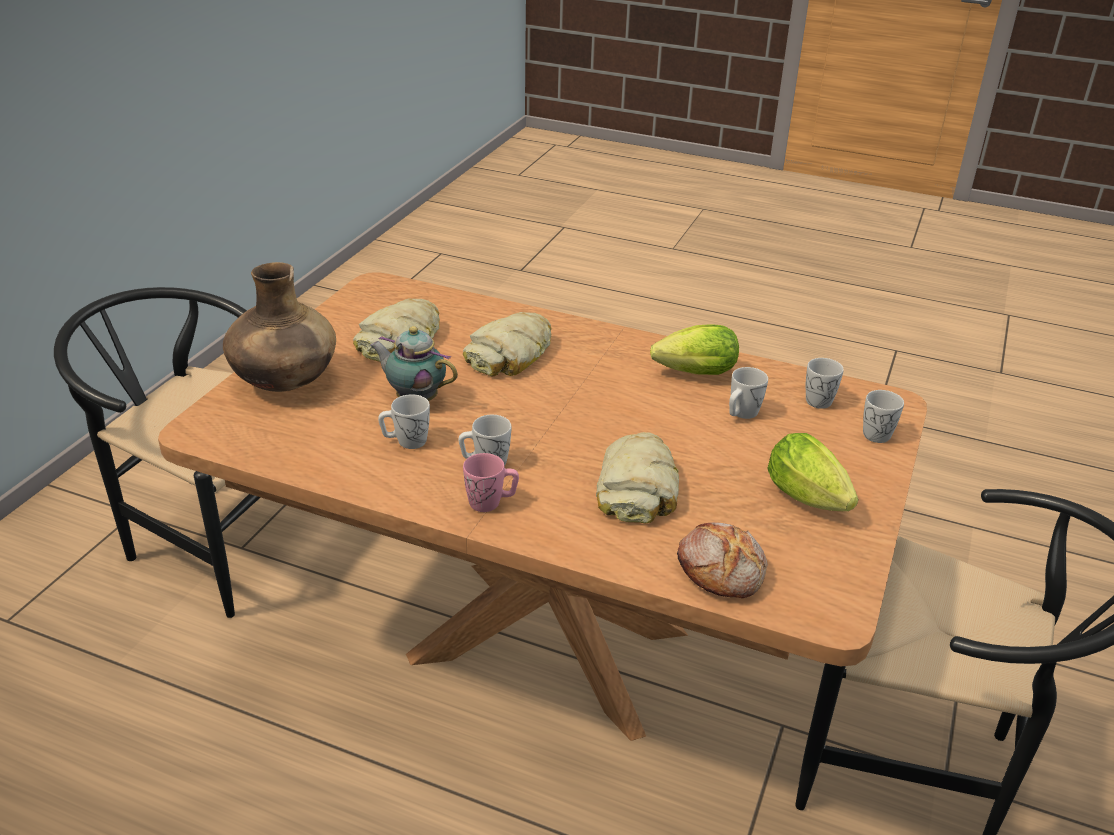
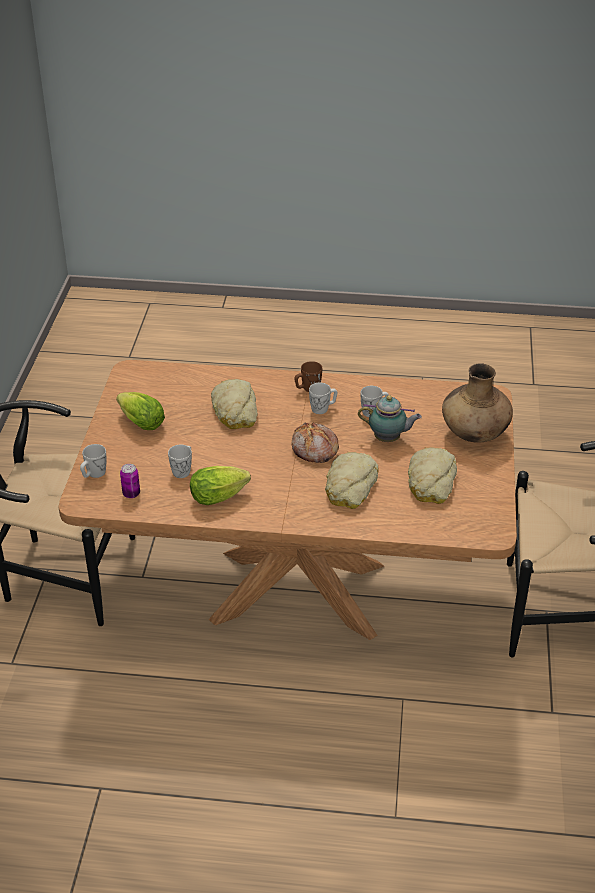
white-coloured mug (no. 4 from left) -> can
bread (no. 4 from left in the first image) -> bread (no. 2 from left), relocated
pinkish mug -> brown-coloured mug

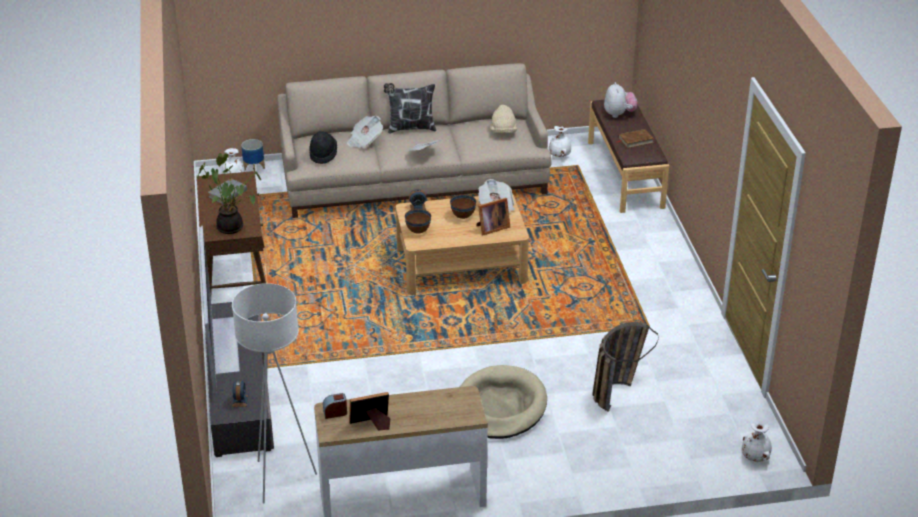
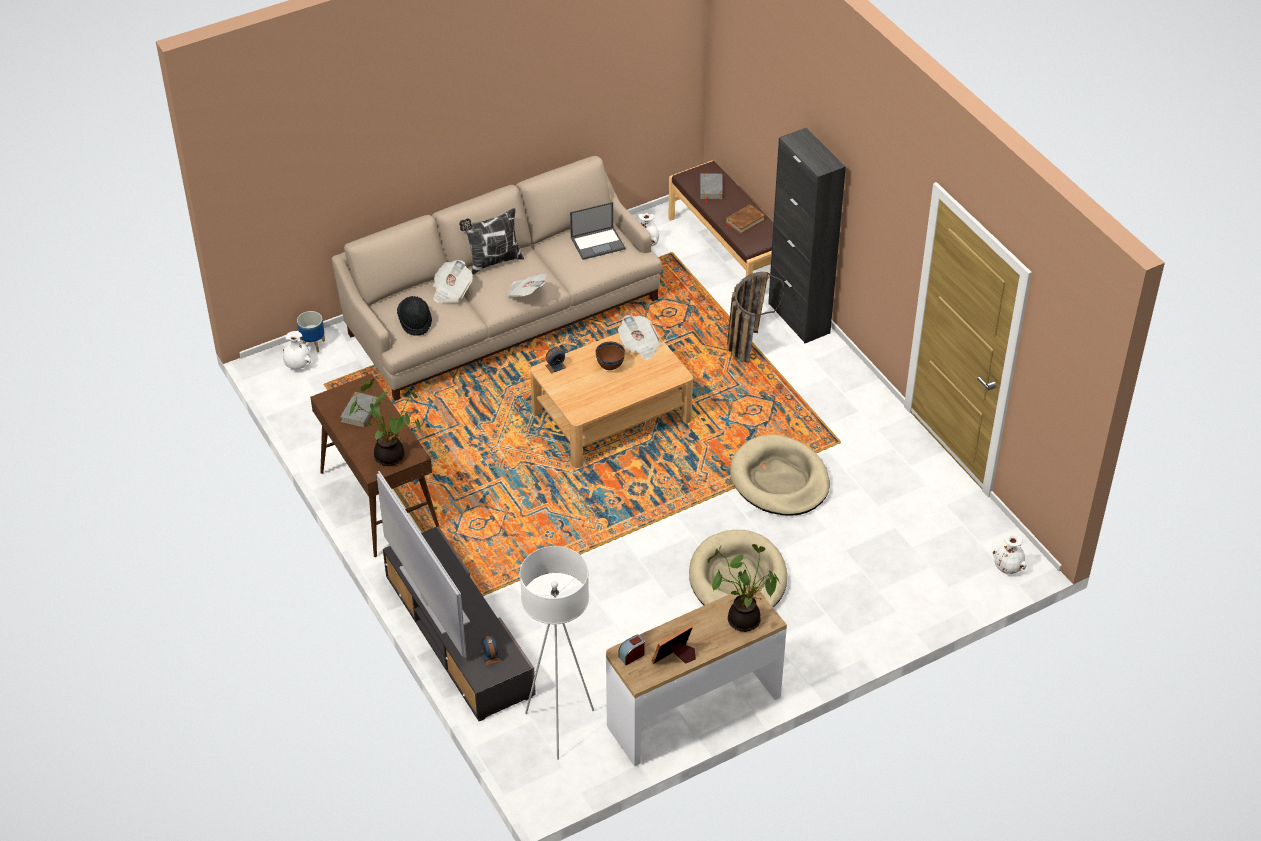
sand-coloured clothing hat -> laptop
plush toy -> greyish volume (no. 2 from left)
none -> houseplant (no. 2 from left)
storage basket, relocated
none -> sand-coloured dog cushion (no. 2 from left)
none -> black-coloured storage cabinet
brown-coloured serving bowl (no. 1 from left) -> none
picture frame (no. 2 from left) -> none

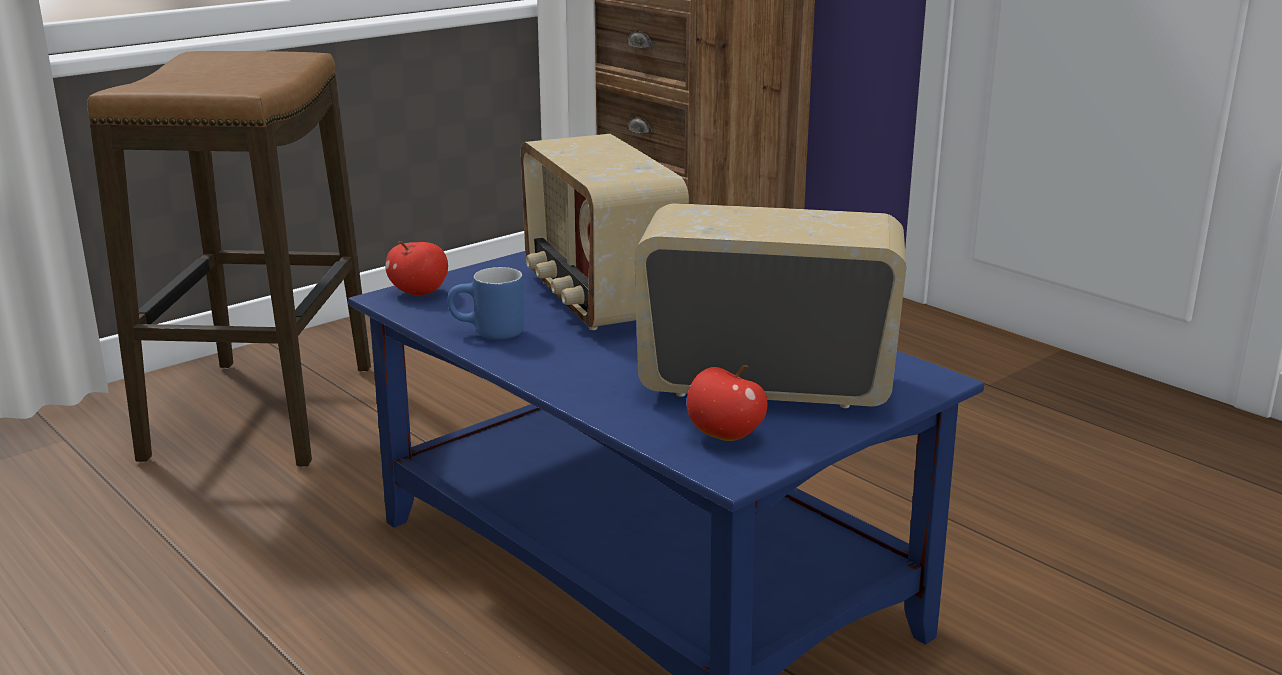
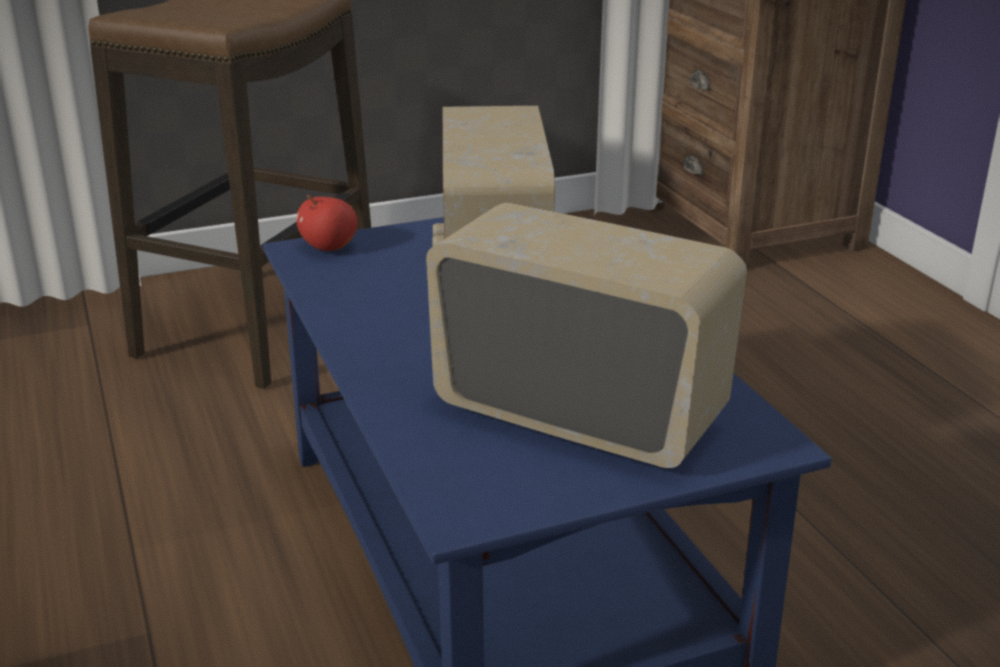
blue mug -> none
apple fruit (no. 2 from left) -> none

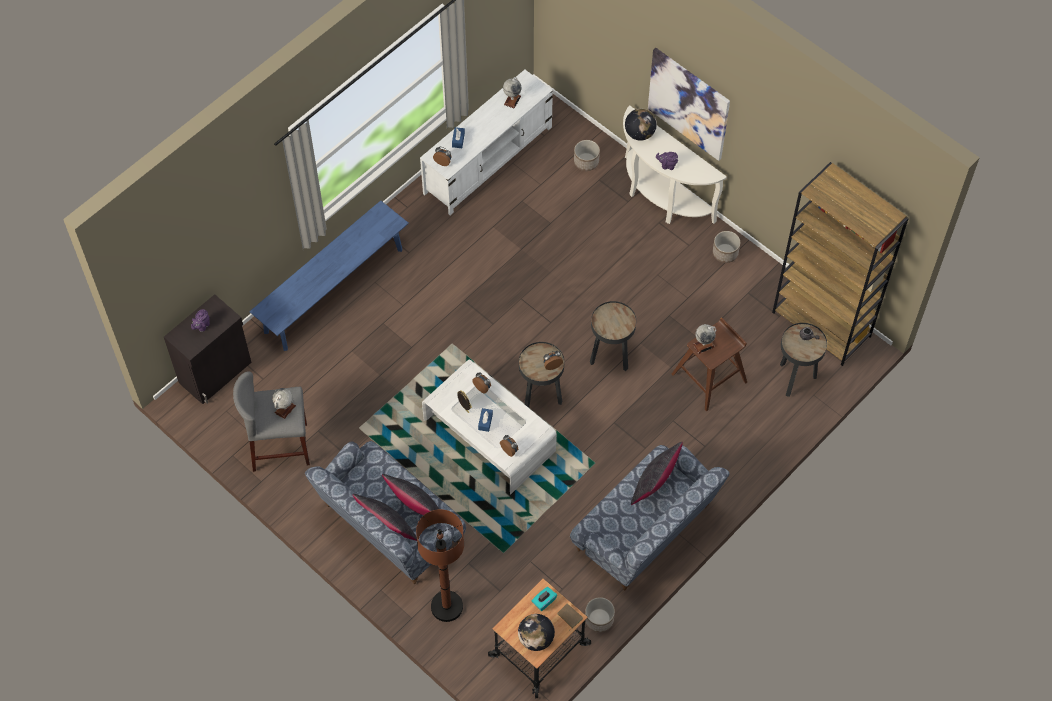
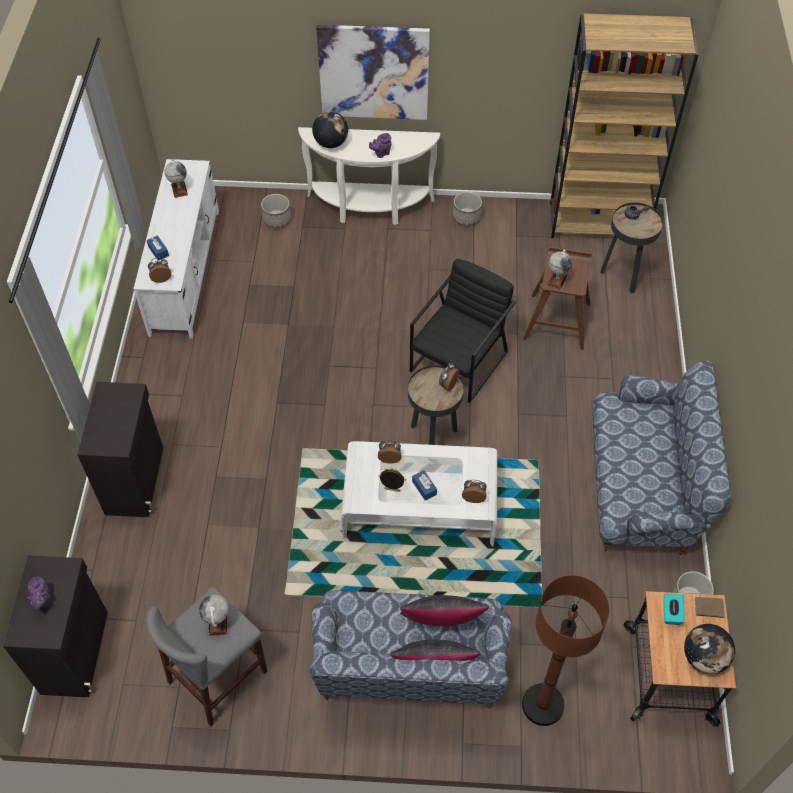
blue long seat -> black-coloured storage cabinet (no. 2 from left)
black-coloured accent table (no. 2 from left) -> black-coloured armchair
black-coloured throw pillow (no. 3 from left) -> none

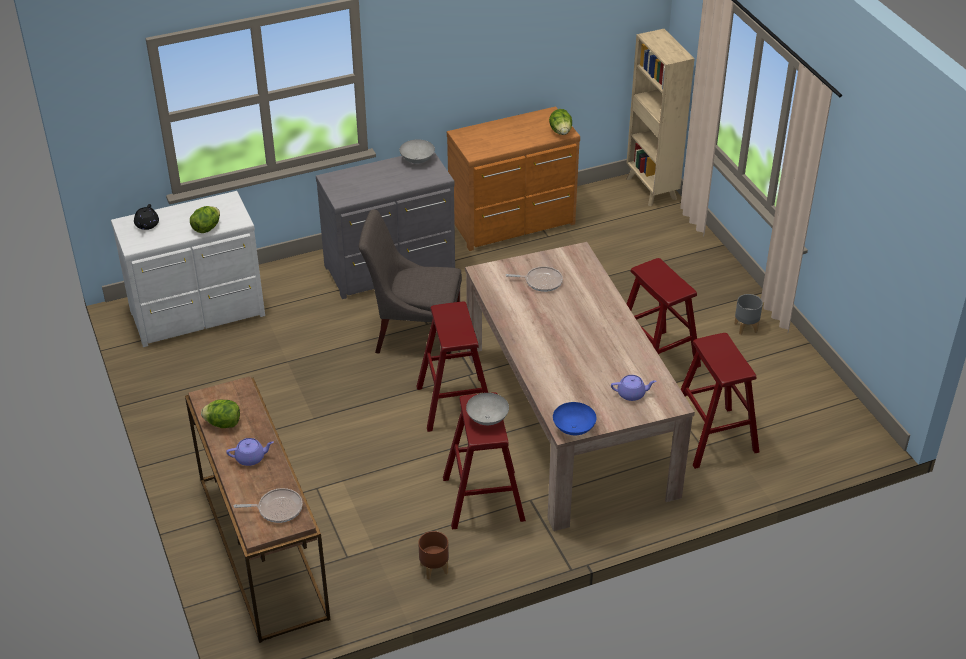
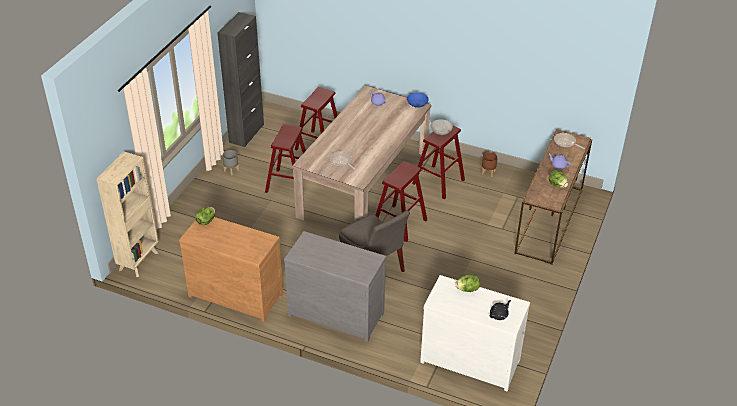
none -> black-coloured storage cabinet
greyish serving bowl (no. 1 from left) -> none

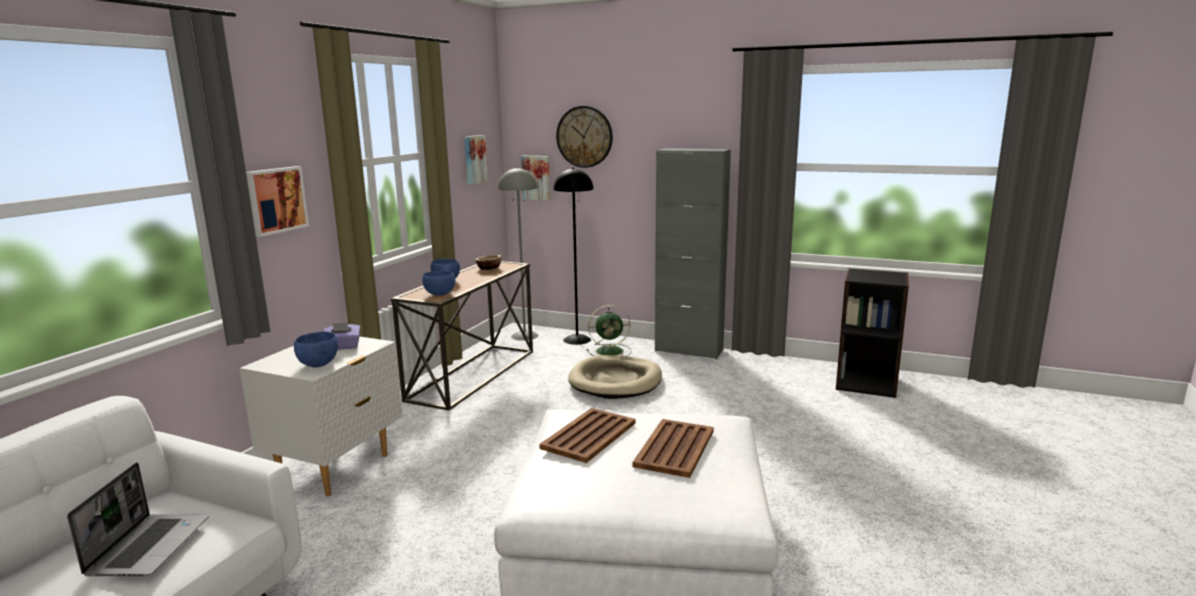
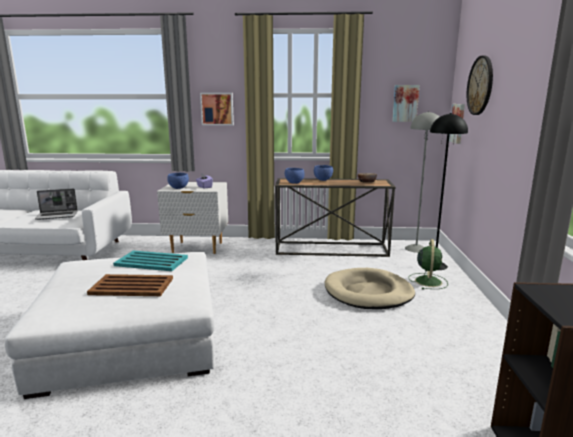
brown-coloured serving tray (no. 1 from left) -> blue-green serving tray
green cooling fan, 135 degrees counterclockwise
greyish storage cabinet -> none

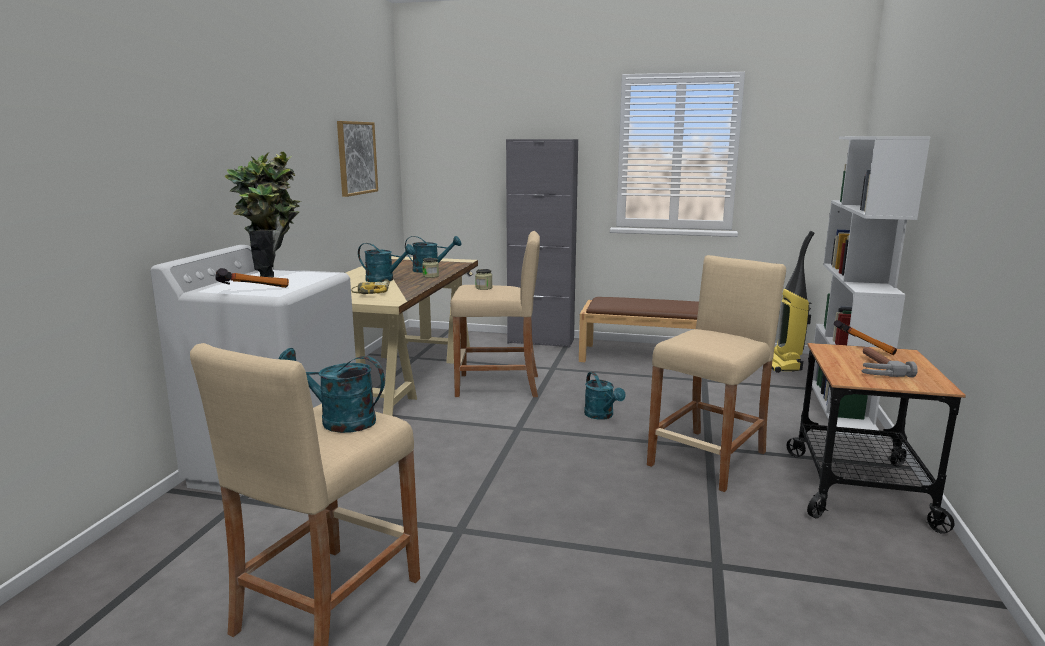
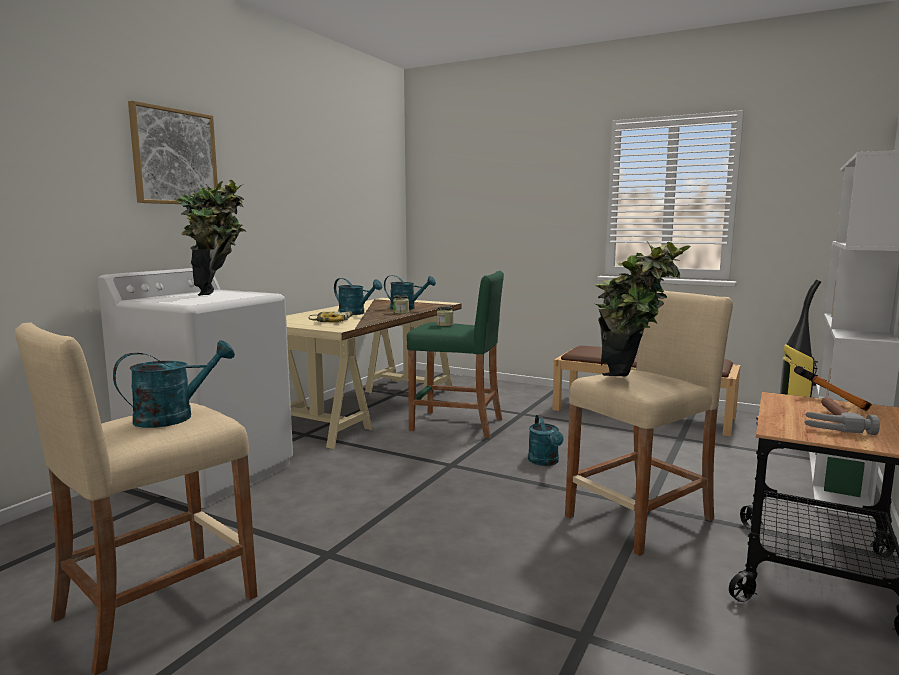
blue-green sprinkling can (no. 1 from left), 105 degrees clockwise
wall art, relocated
sand-coloured sitting stool (no. 2 from left) -> green sitting stool
none -> houseplant (no. 2 from left)
hammer (no. 1 from left) -> none
greyish storage cabinet -> none

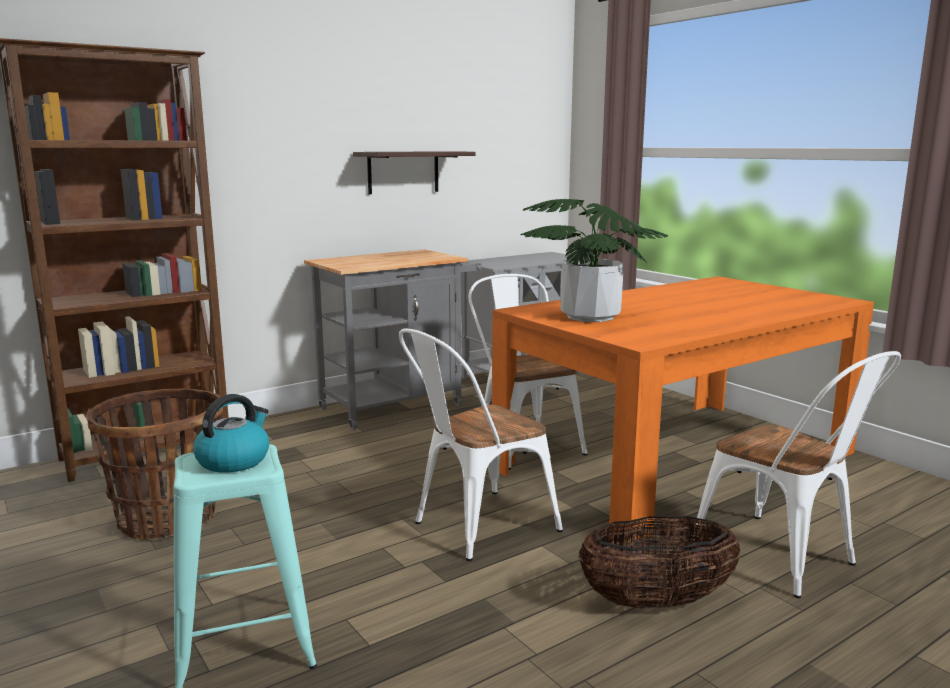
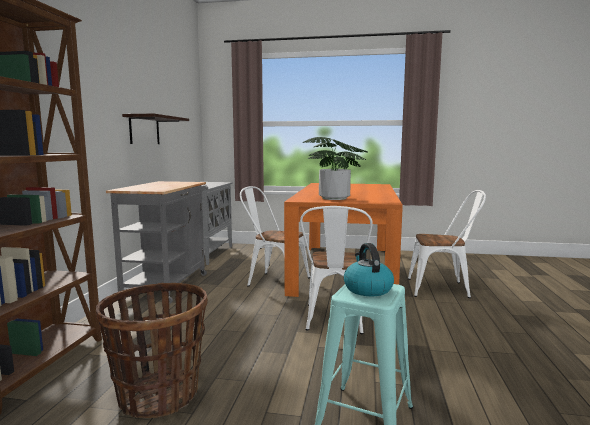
storage basket (no. 2 from left) -> none

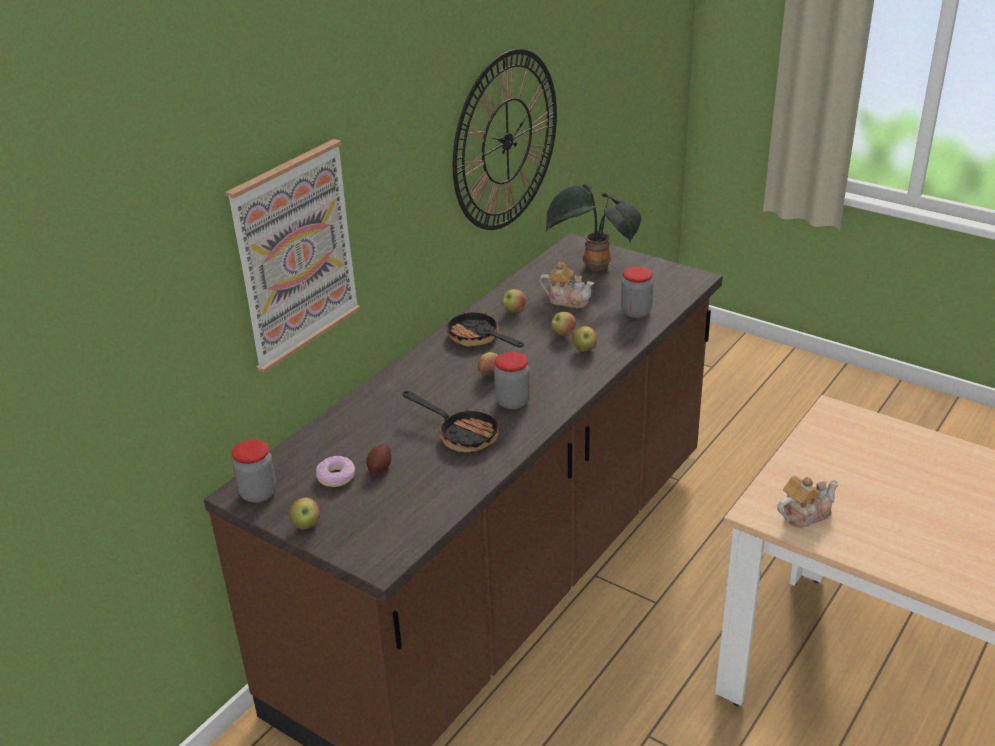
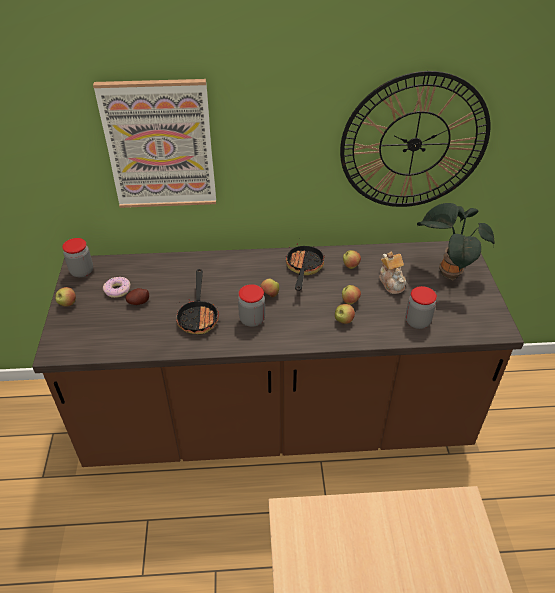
teapot (no. 2 from left) -> none

